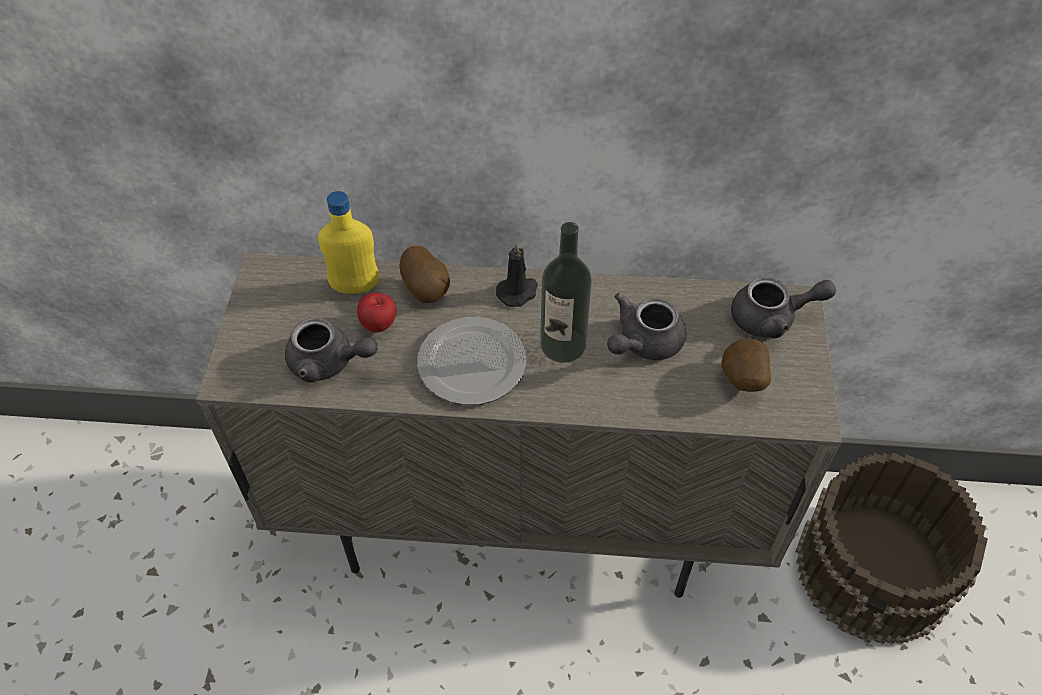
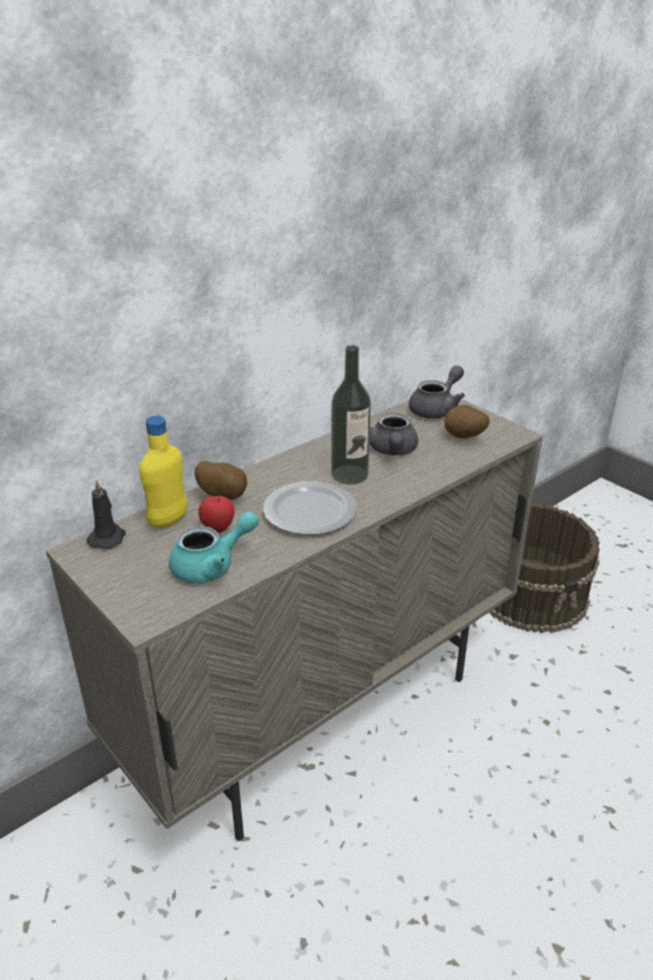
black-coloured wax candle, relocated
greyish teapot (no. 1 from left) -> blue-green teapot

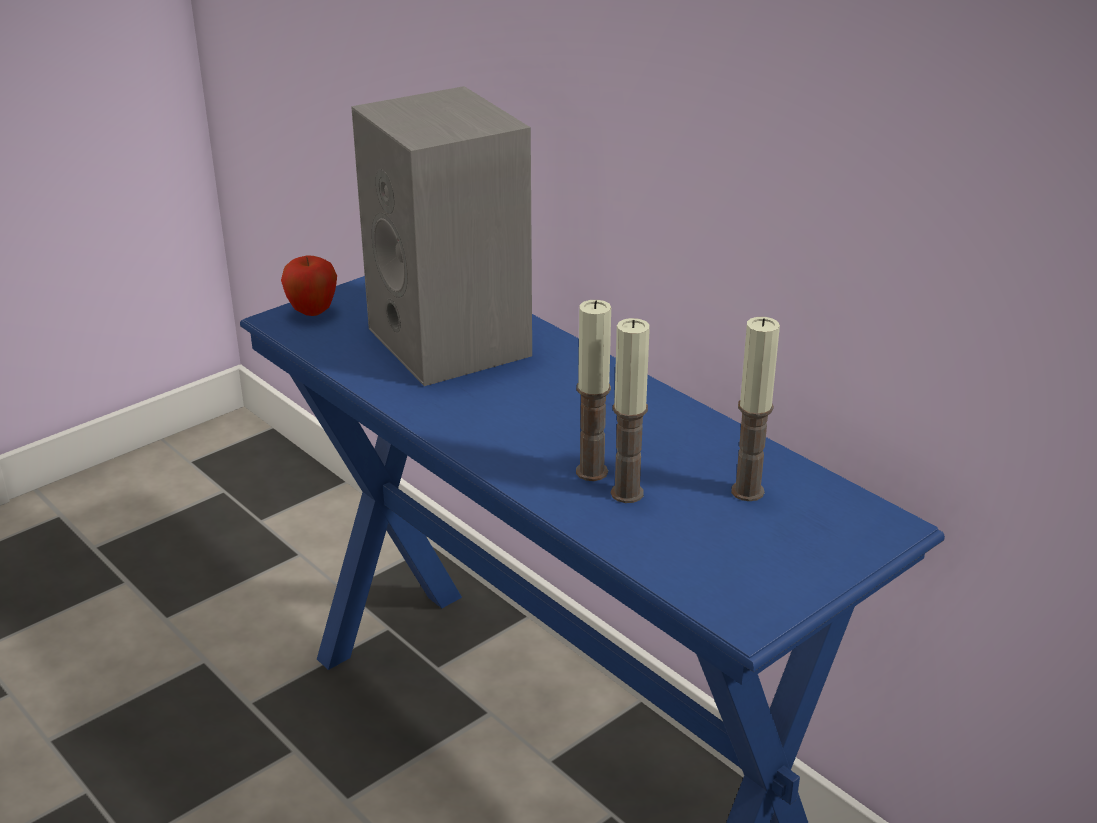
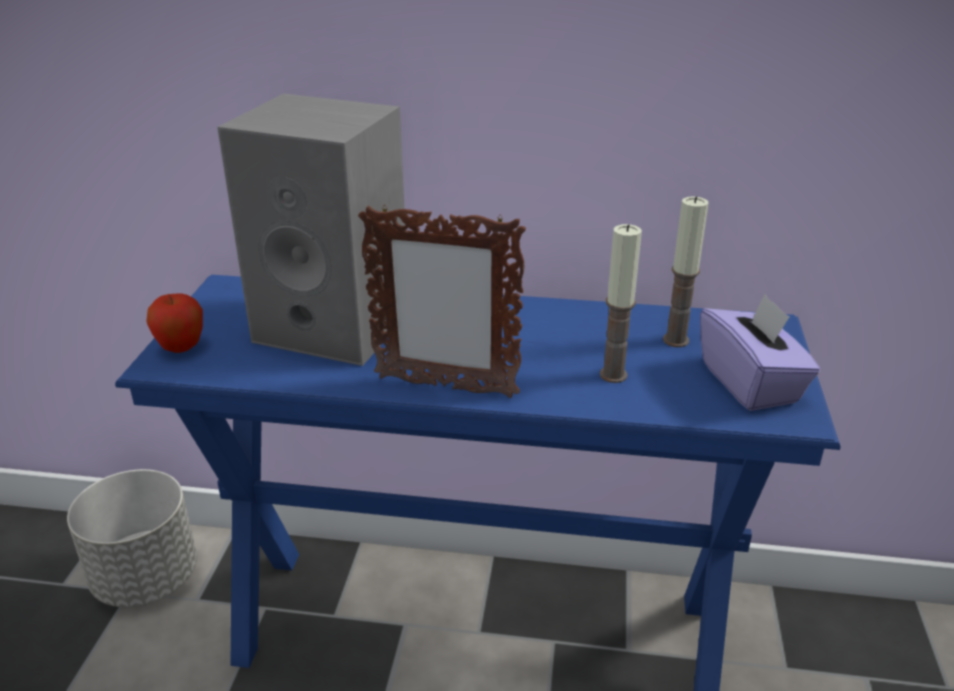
none -> greyish planter
none -> picture frame
none -> purple tissue holder
wax candle (no. 1 from left) -> none

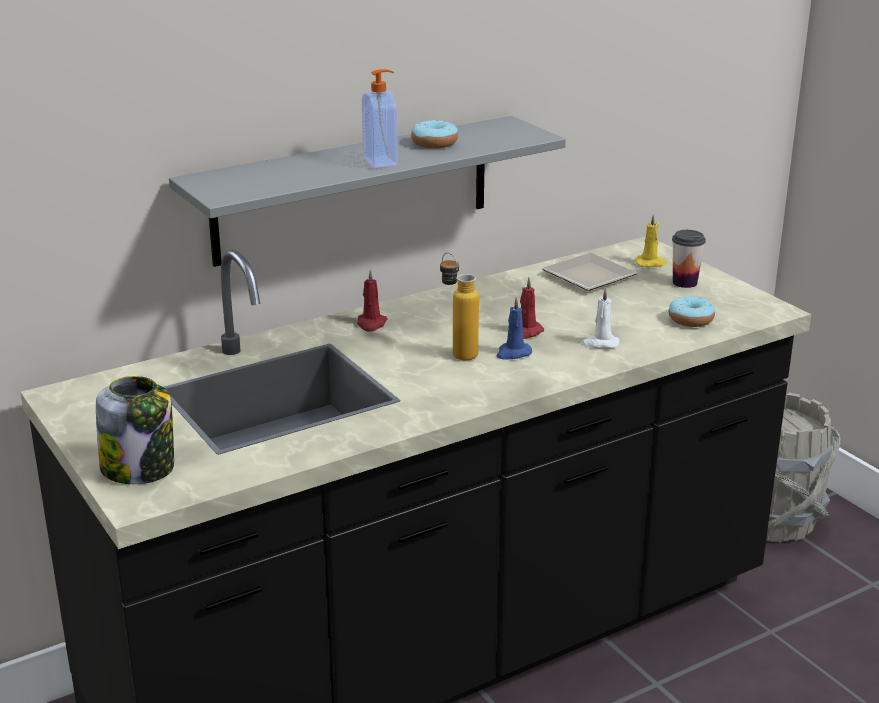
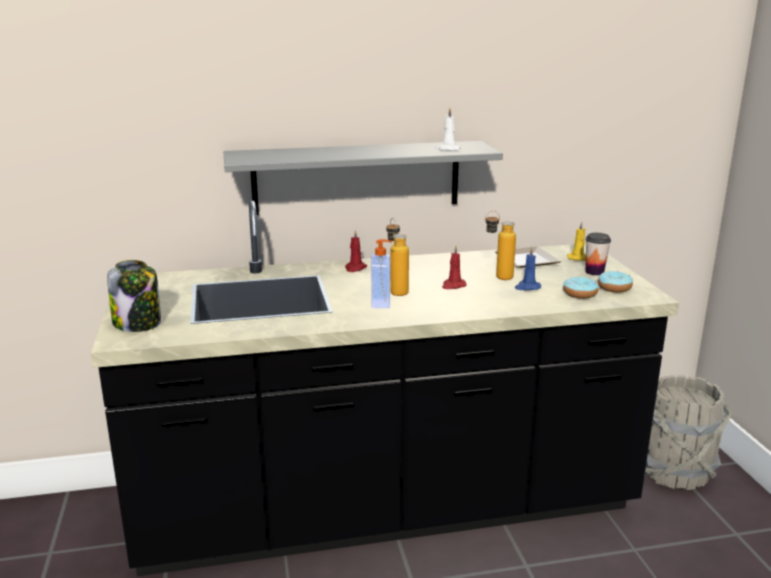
soap dispenser, relocated
white-coloured wax candle, relocated
none -> bottle (no. 2 from left)
blue wax candle, relocated
donut (no. 1 from left in the first image) -> donut (no. 2 from left), relocated

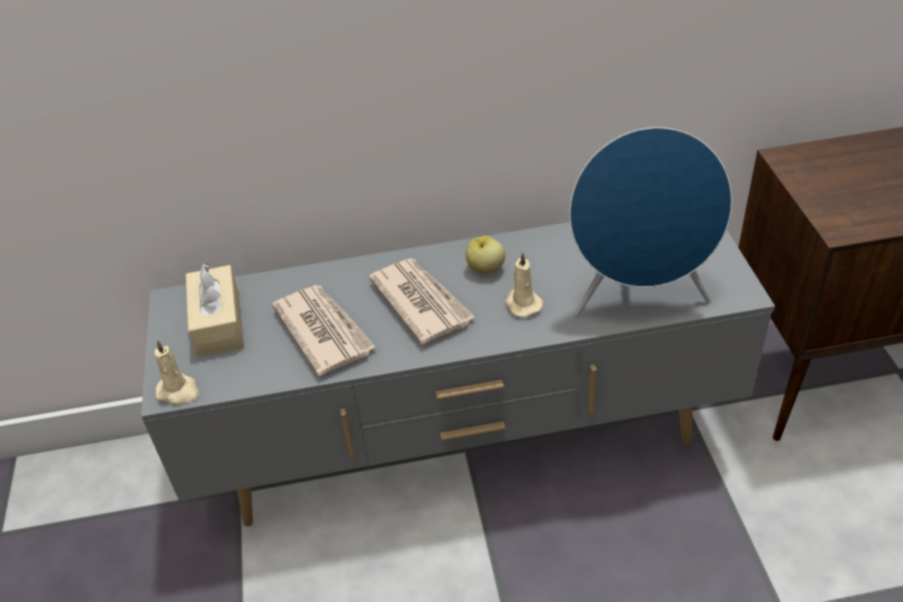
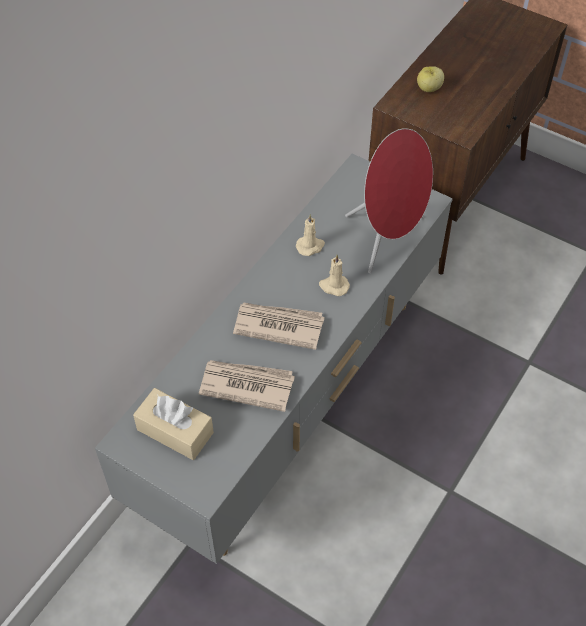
sand-coloured wax candle (no. 1 from left), relocated
blue loudspeaker -> red-coloured loudspeaker
apple fruit, relocated

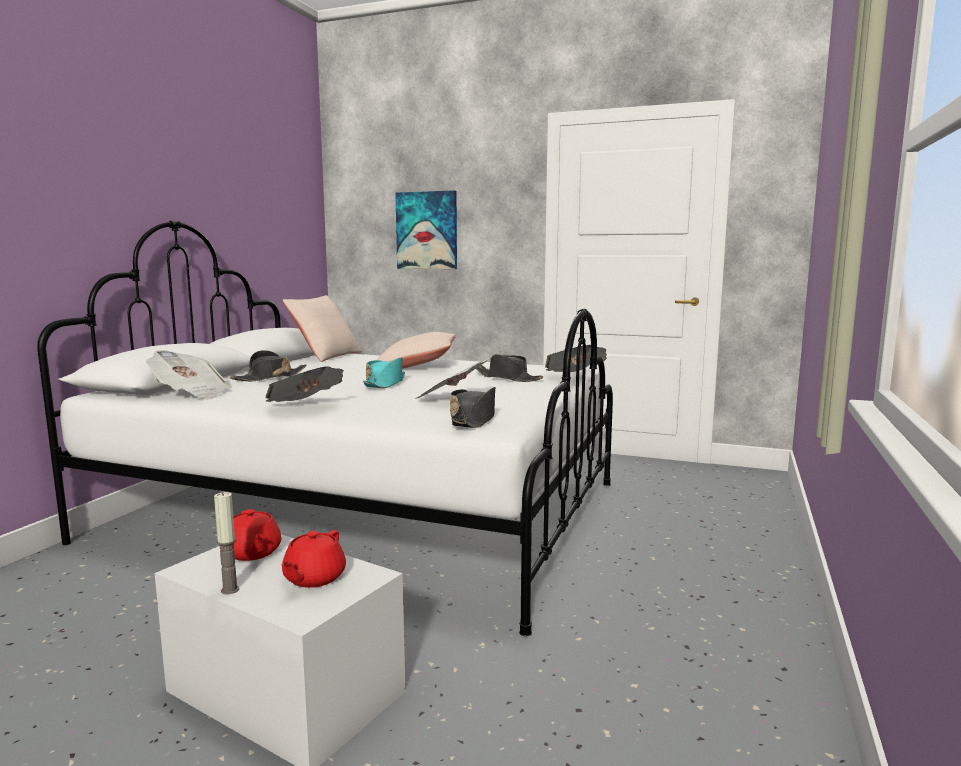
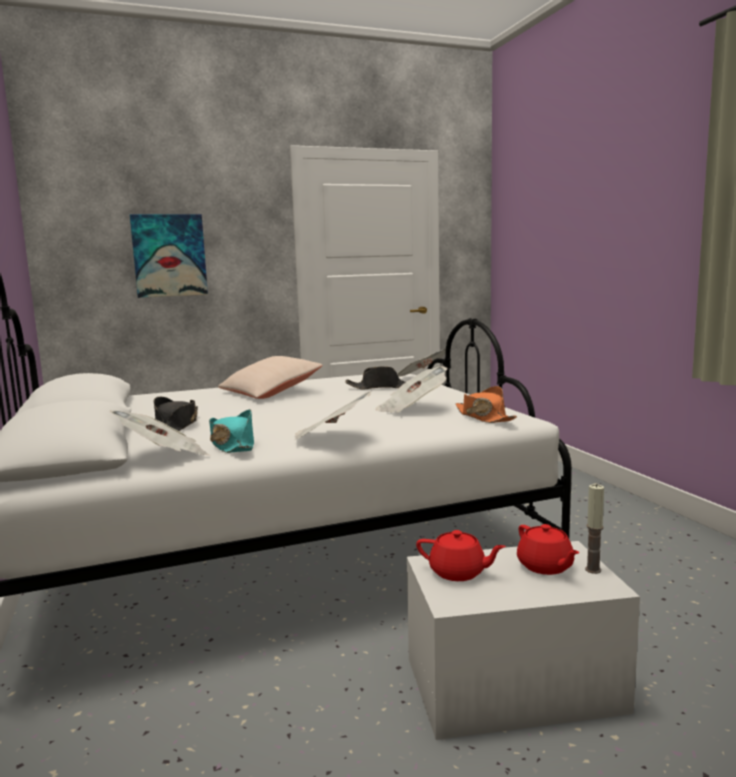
blue-green clothing hat, relocated
black-coloured clothing hat (no. 2 from left) -> orangey clothing hat
wax candle, relocated
sand-coloured throw pillow (no. 1 from left) -> none

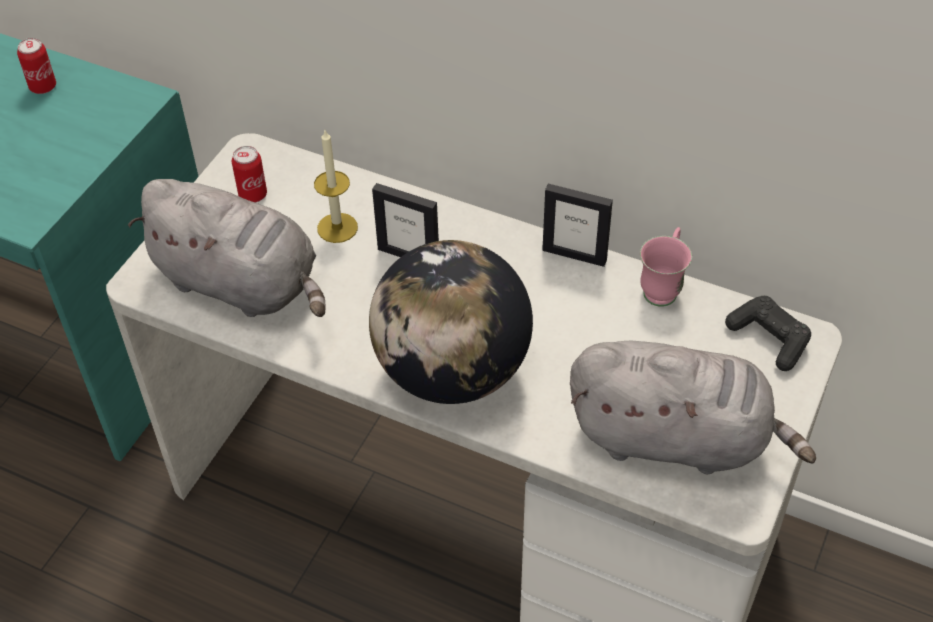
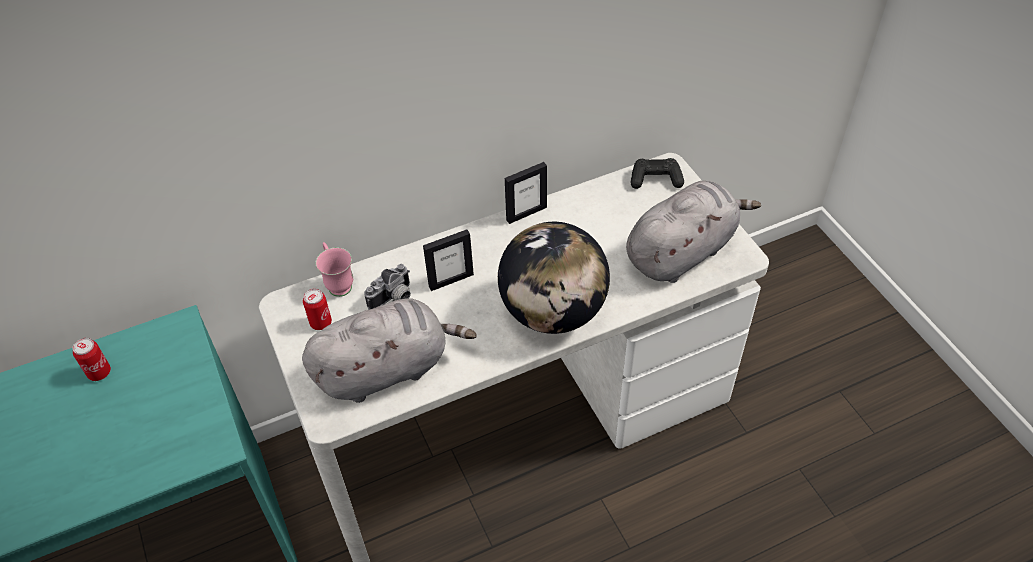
pinkish mug, relocated
wax candle -> still camera

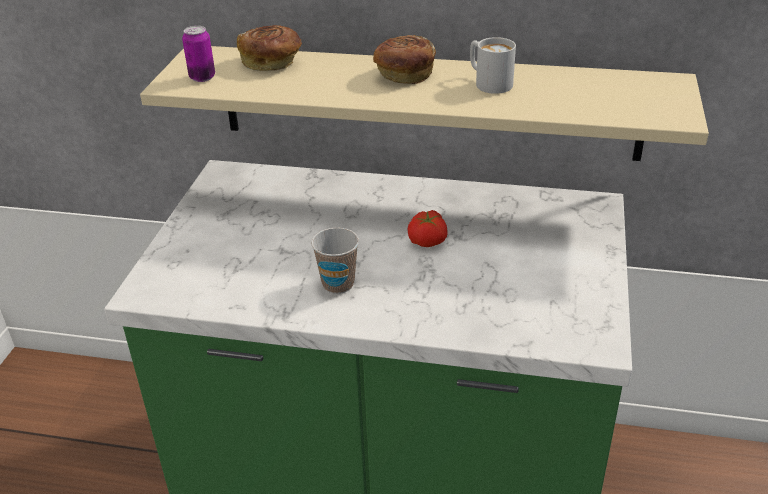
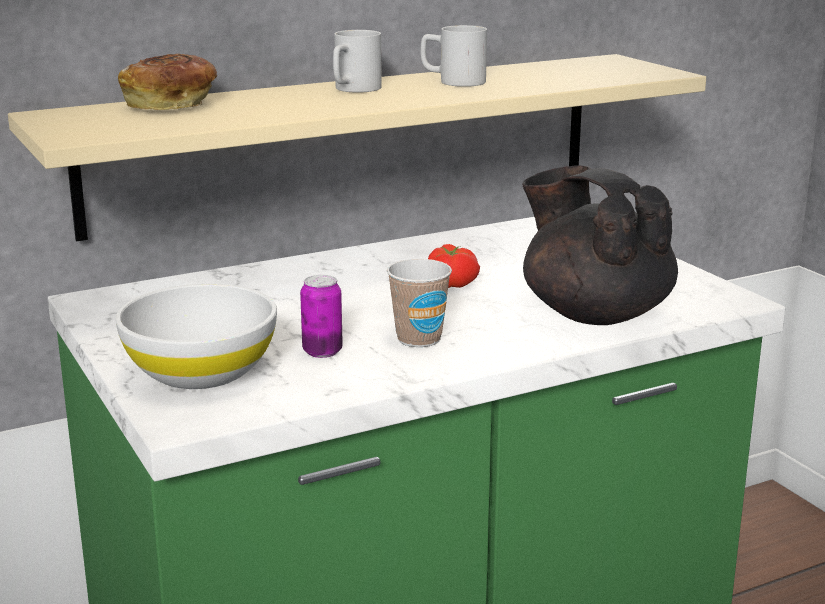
none -> white-coloured serving bowl
can, relocated
bread (no. 2 from left) -> white-coloured mug (no. 1 from left)
none -> black-coloured teapot

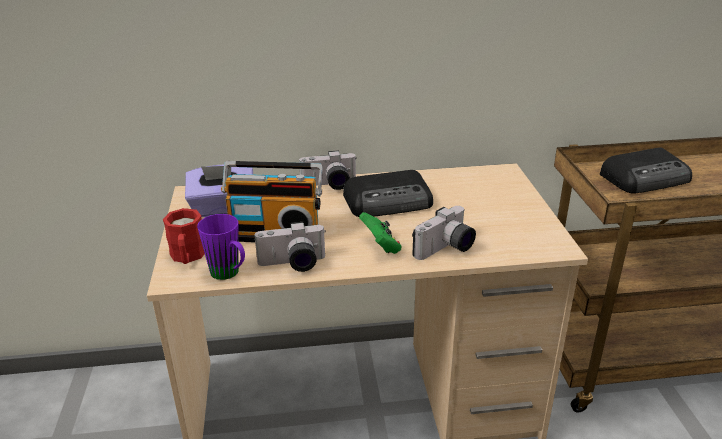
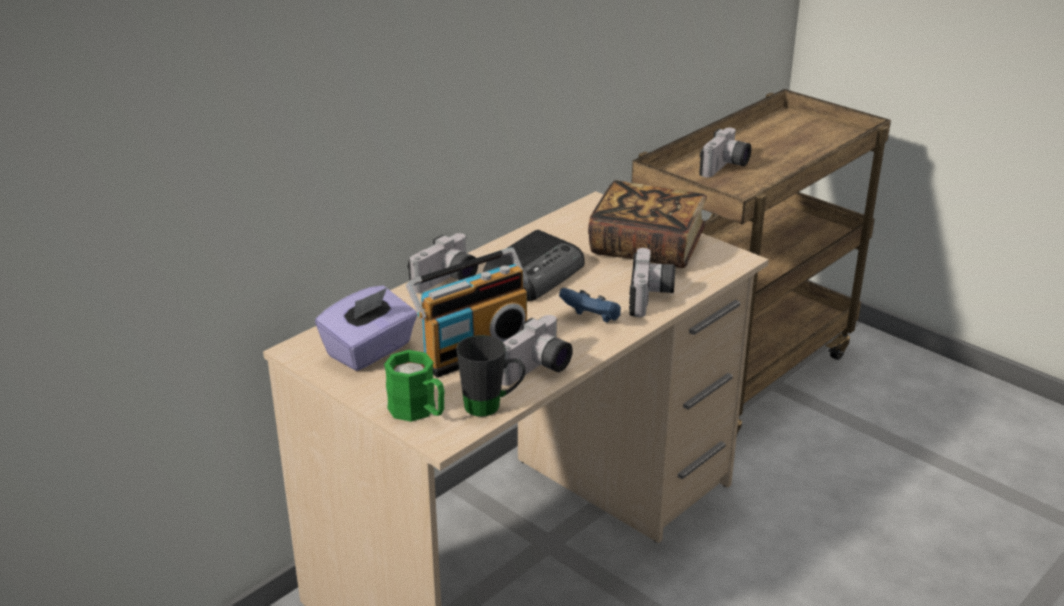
red-coloured mug -> green mug
purple mug -> black-coloured mug
green joypad -> blue joypad
none -> volume
radio set (no. 3 from left) -> still camera (no. 4 from left)

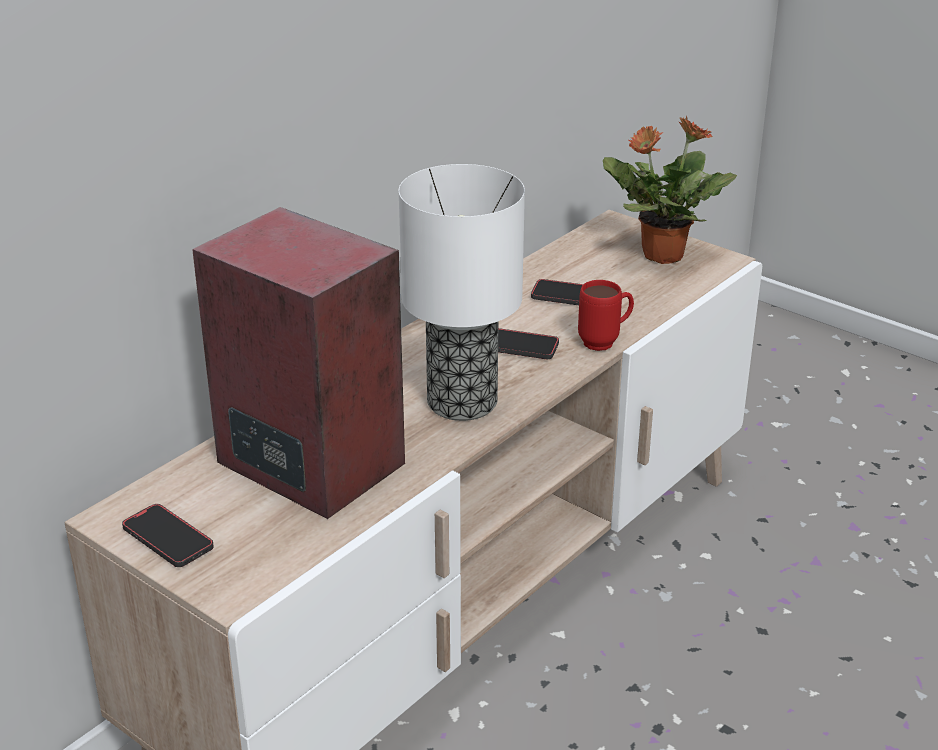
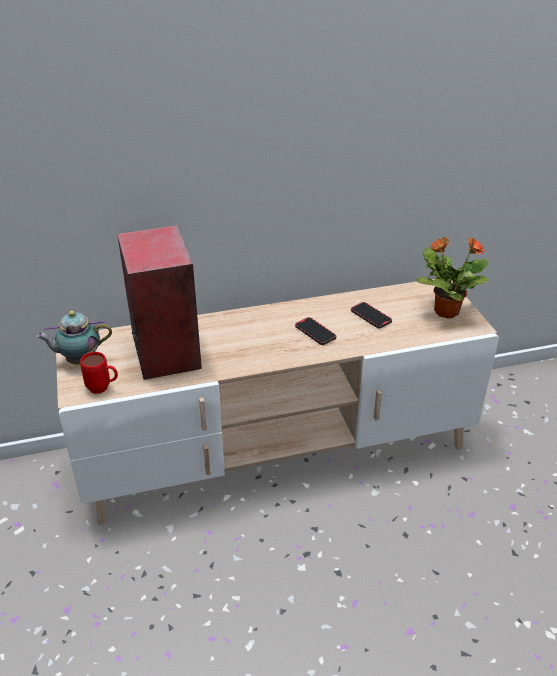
telephone (no. 1 from left) -> teapot
red-coloured mug, relocated
lamp for a table -> none

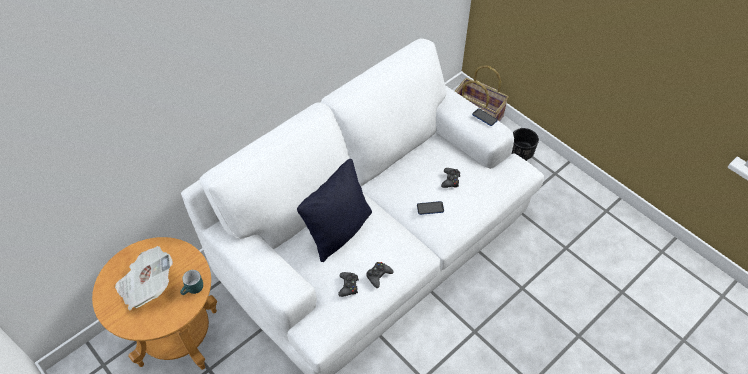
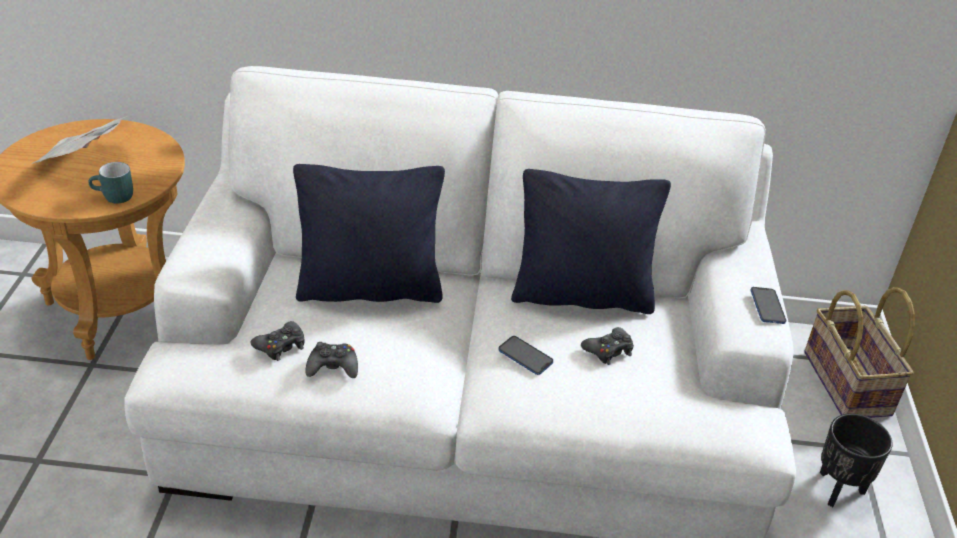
none -> black-coloured throw pillow (no. 2 from left)

